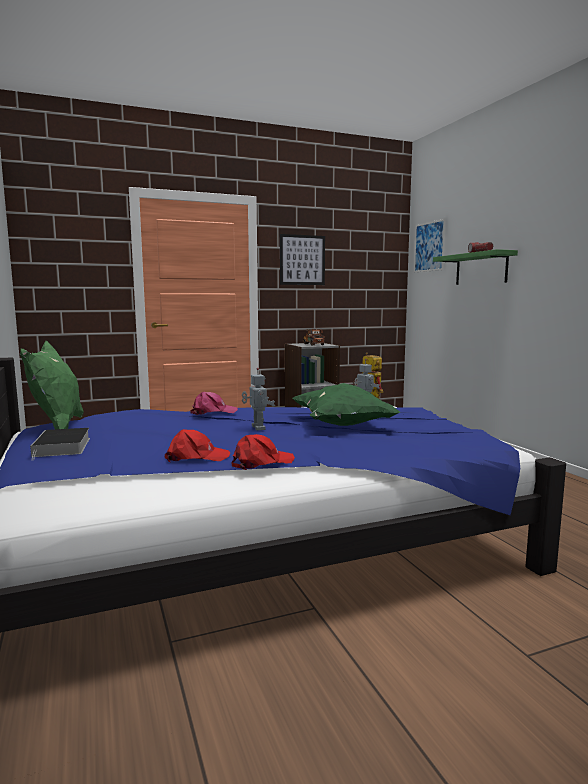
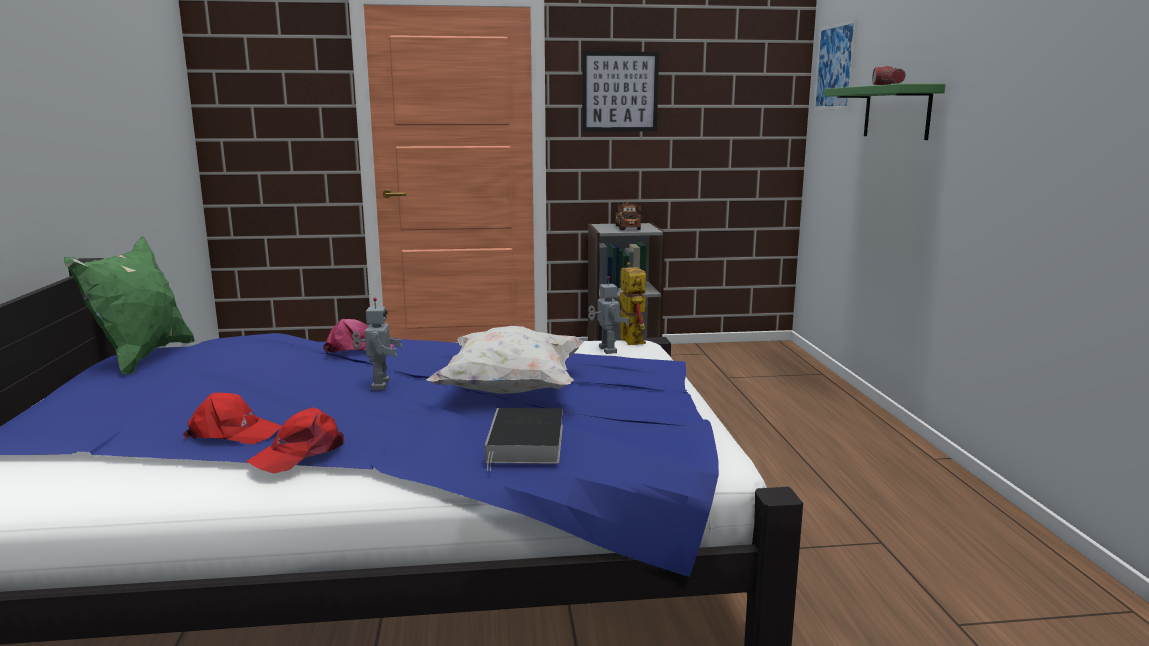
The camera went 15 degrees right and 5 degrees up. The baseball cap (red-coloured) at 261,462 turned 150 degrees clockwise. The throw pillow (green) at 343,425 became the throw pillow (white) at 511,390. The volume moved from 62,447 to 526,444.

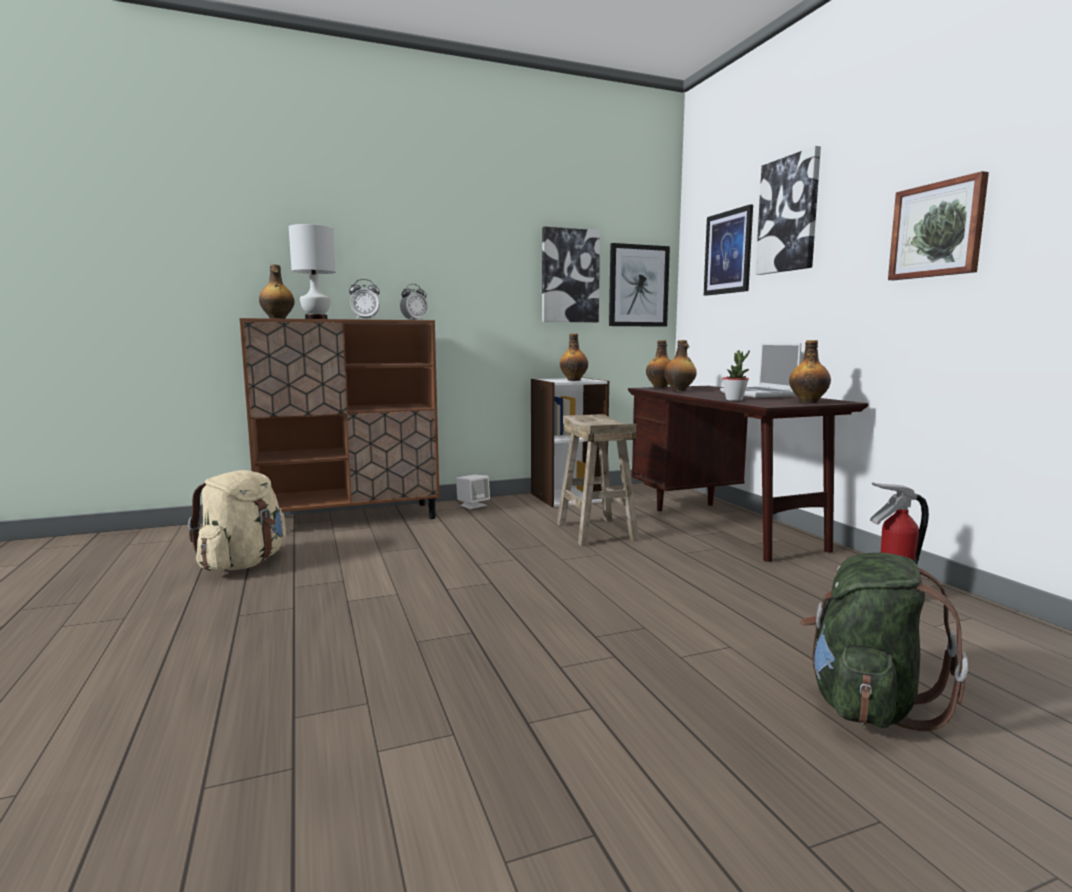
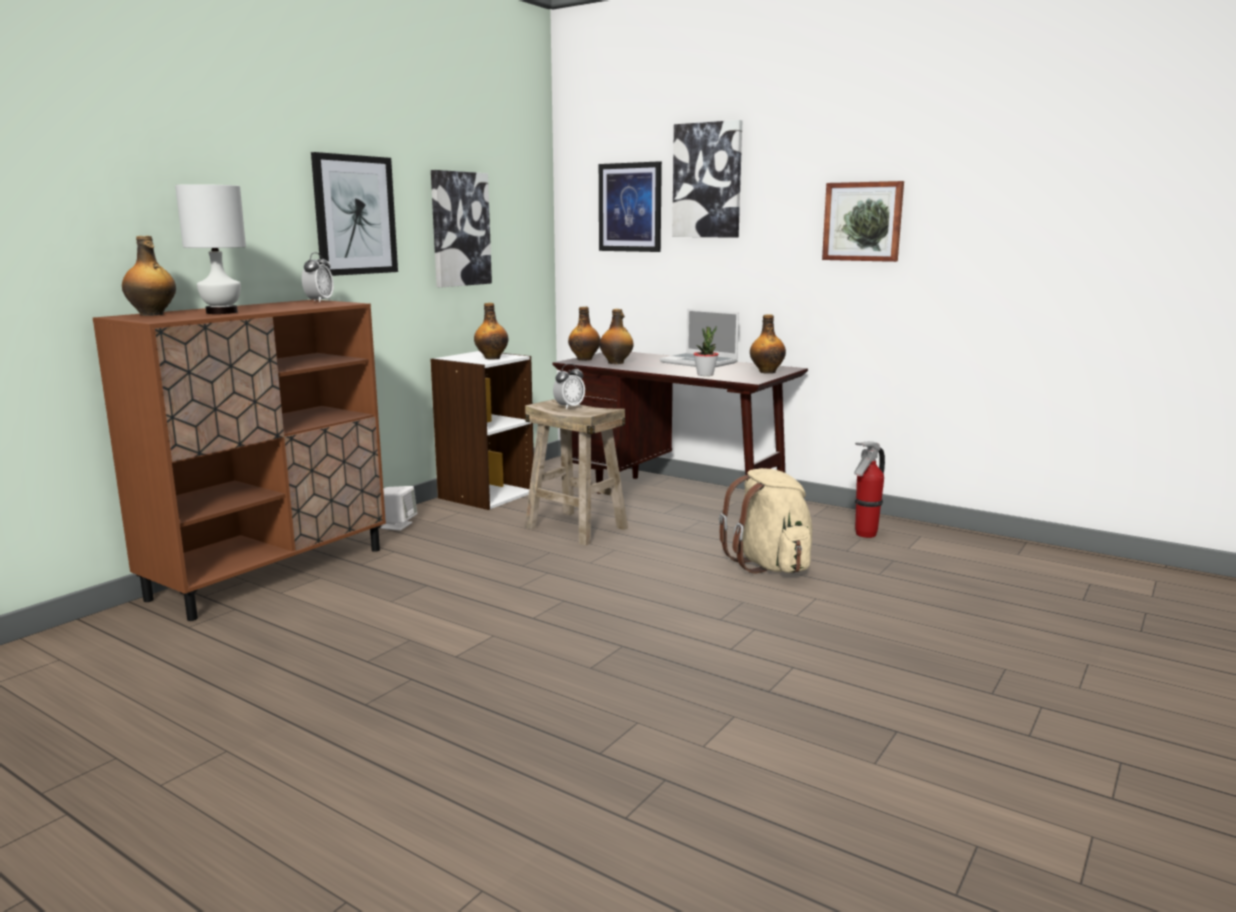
The camera went 35 degrees left and 5 degrees up. The picture moved from 638,286 to 355,215. The alarm clock moved from 365,319 to 569,407. The backpack (beige-coloured) moved from 243,564 to 770,565. The backpack (green) at 866,704 disappeared.

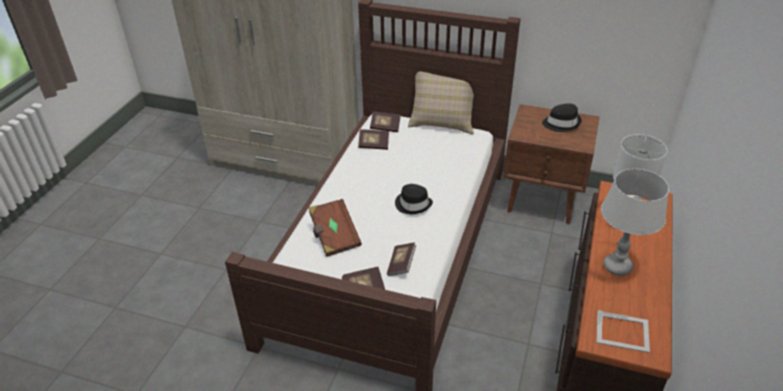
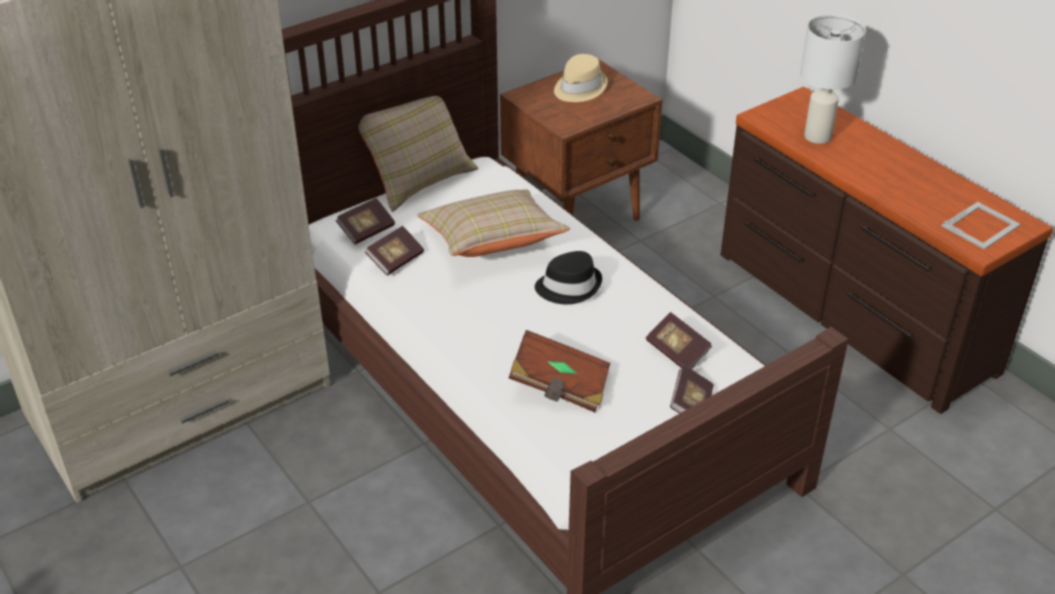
The camera went 55 degrees left and 0 degrees up. The throw pillow (beige-coloured) at 492,242 appeared. The clothing hat (blackish) at 561,123 became the clothing hat (beige-coloured) at 579,88. The table lamp (grey) at 617,266 disappeared.

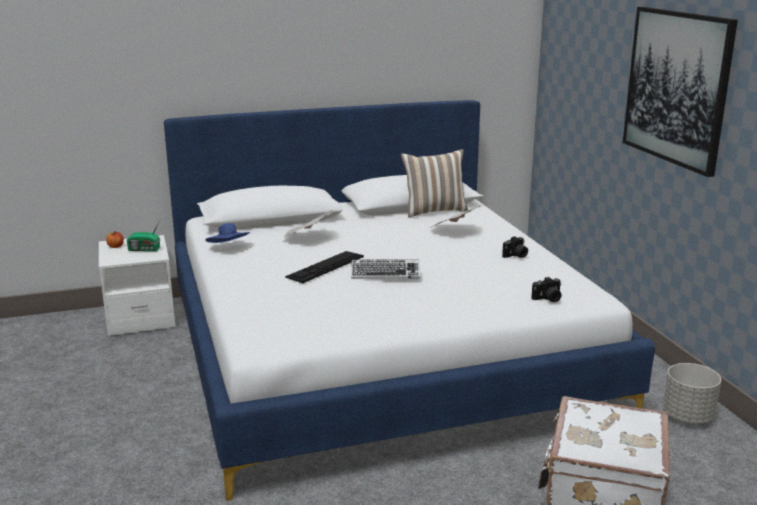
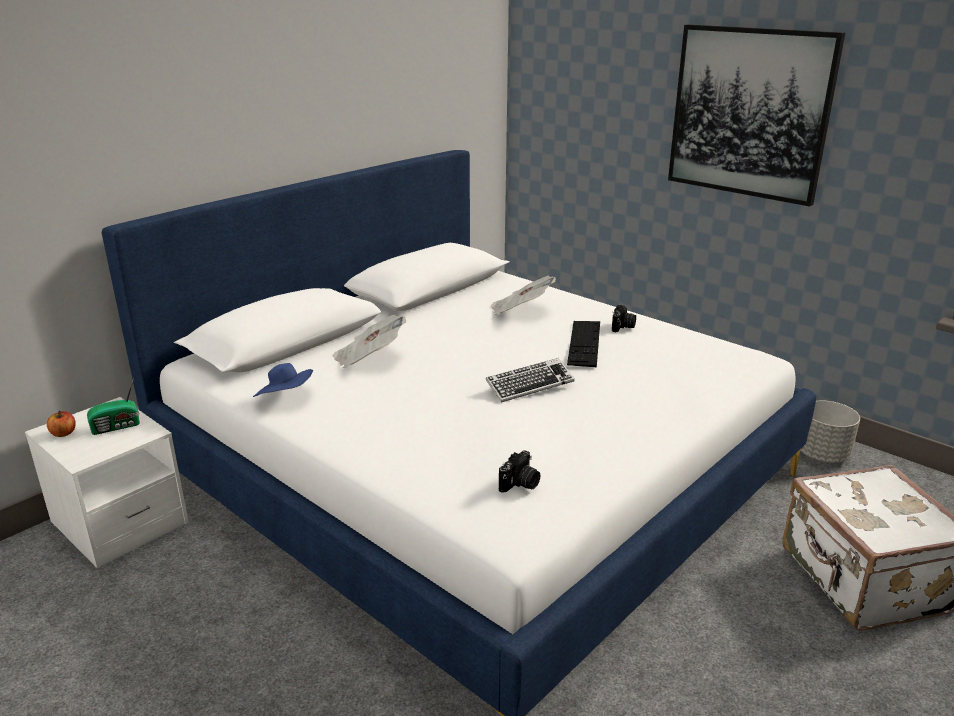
The camera went 30 degrees left and 5 degrees up. The photo camera moved from 548,299 to 520,484. The PC keyboard moved from 325,266 to 584,343. The throw pillow at 434,211 disappeared.

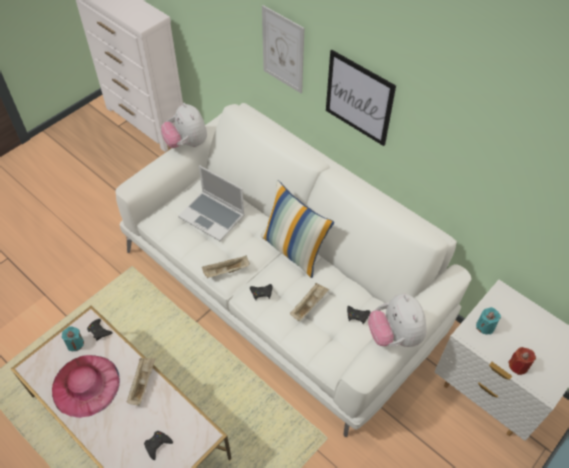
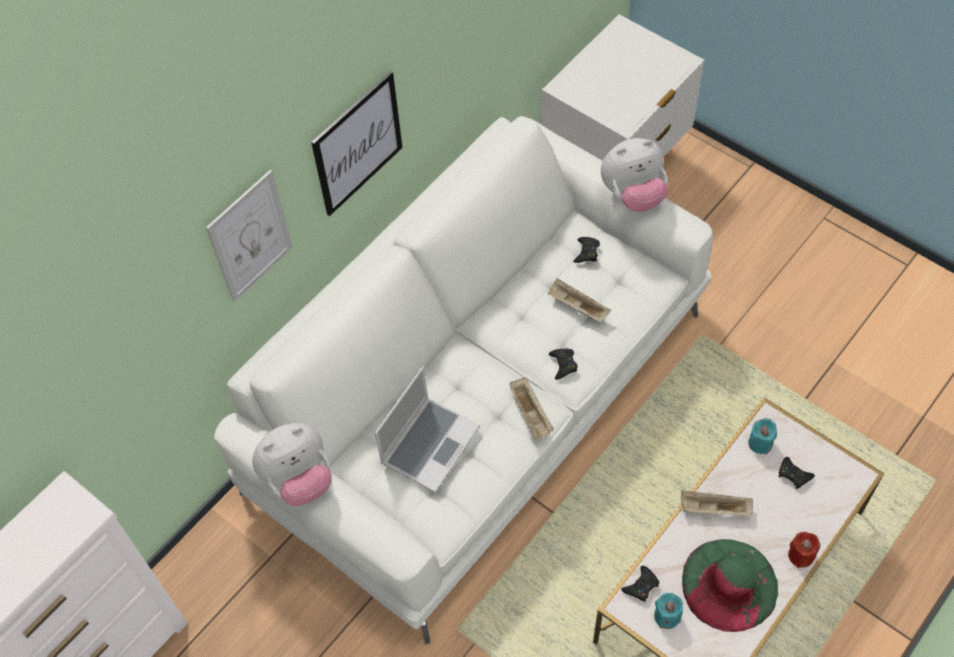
The camera went 90 degrees left and 5 degrees up. The clothing hat (pink) at 85,385 became the clothing hat (green) at 729,584. The wax candle (turquoise) moved from 485,326 to 760,443. The wax candle (red-coloured) moved from 518,366 to 801,555. The throw pillow at 294,250 disappeared.

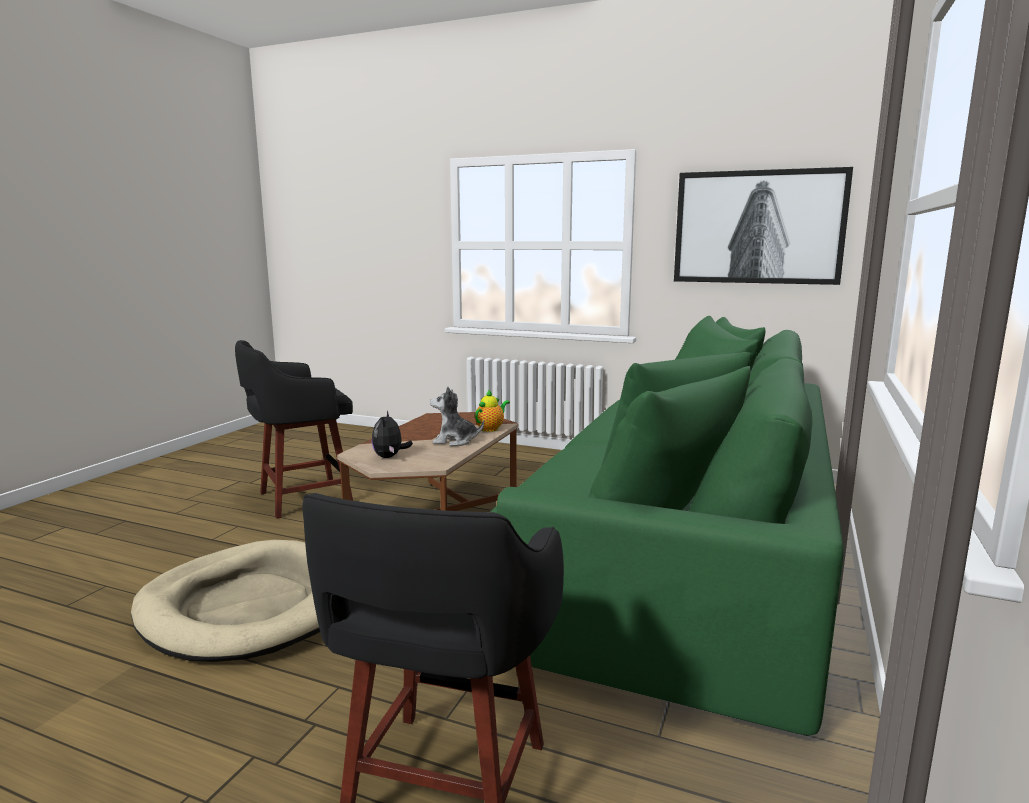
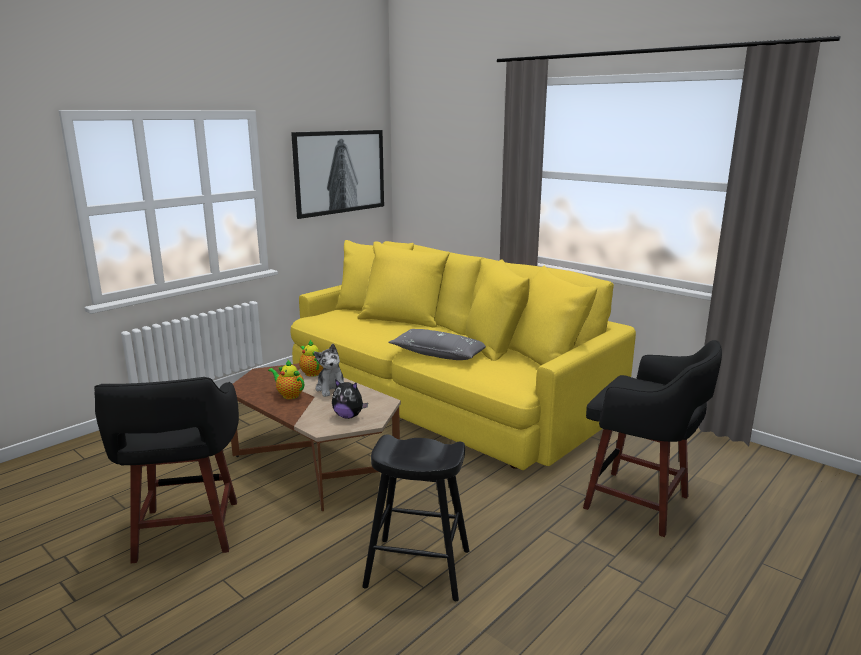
The camera went 70 degrees left and 5 degrees up. The teapot at 289,395 appeared. The settee (green) at 678,552 became the settee (yellow-coloured) at 446,394. The soft toy at 455,441 turned 45 degrees counterclockwise. The dog cushion (beige-coloured) at 249,607 was replaced by the stool seat (blackish) at 418,568. The throw pillow (grey) at 438,353 appeared.

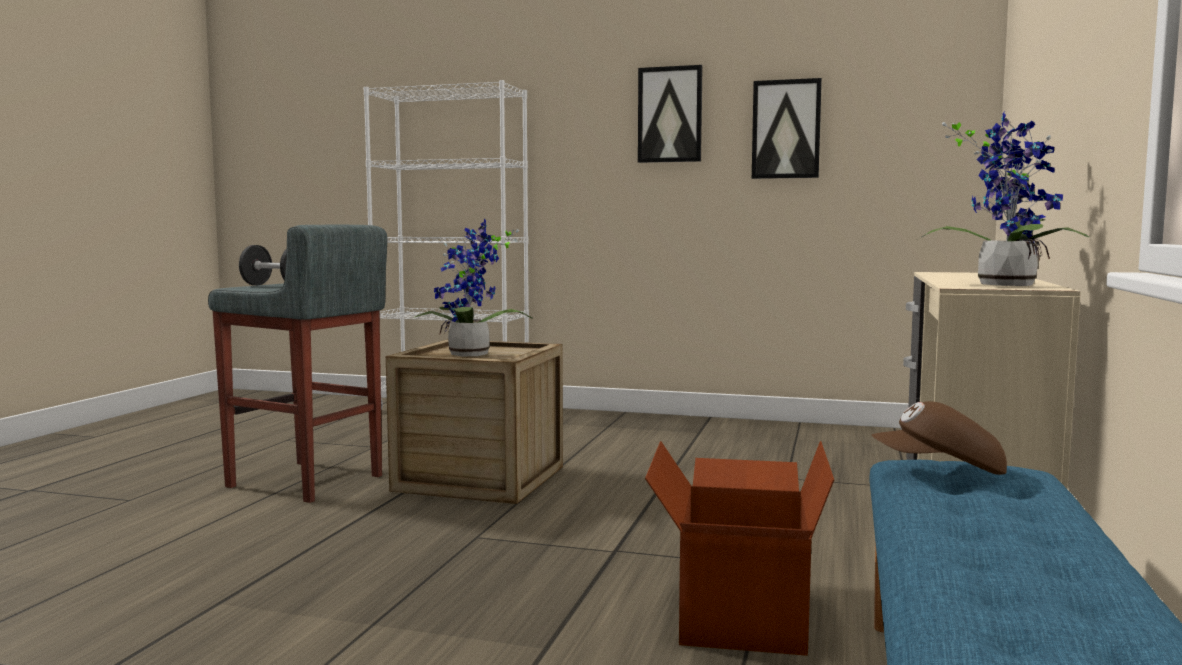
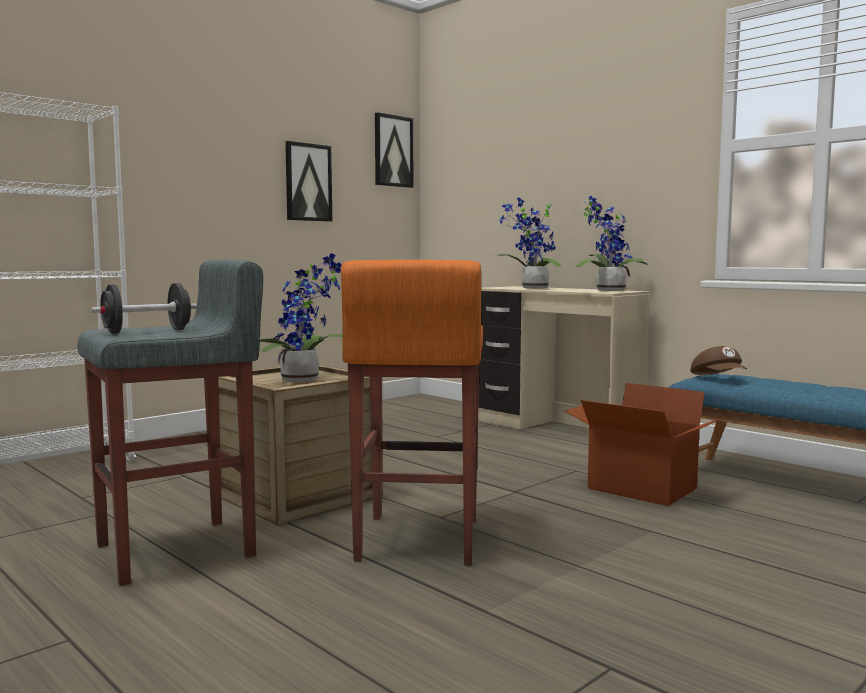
The camera went 60 degrees left and 0 degrees up. The stool seat (orange-coloured) at 416,540 appeared. The picture moved from 670,115 to 393,151. The houseplant at 532,288 appeared. The baseball cap (brownish) at 940,471 turned 45 degrees counterclockwise.

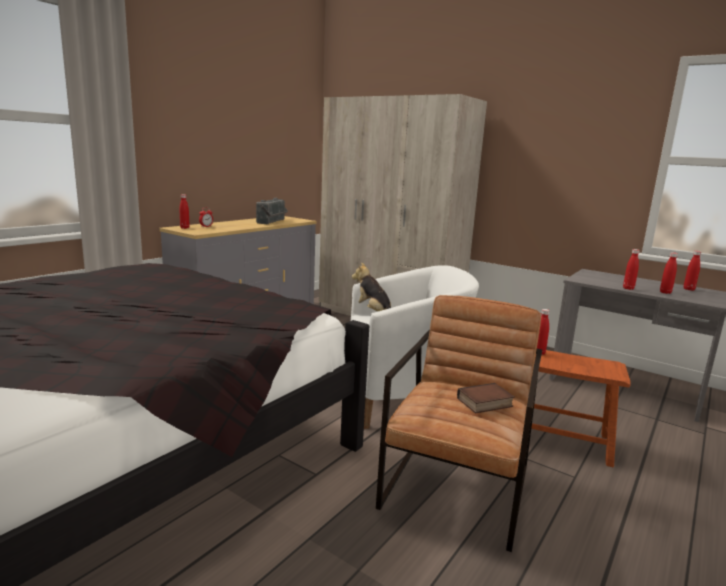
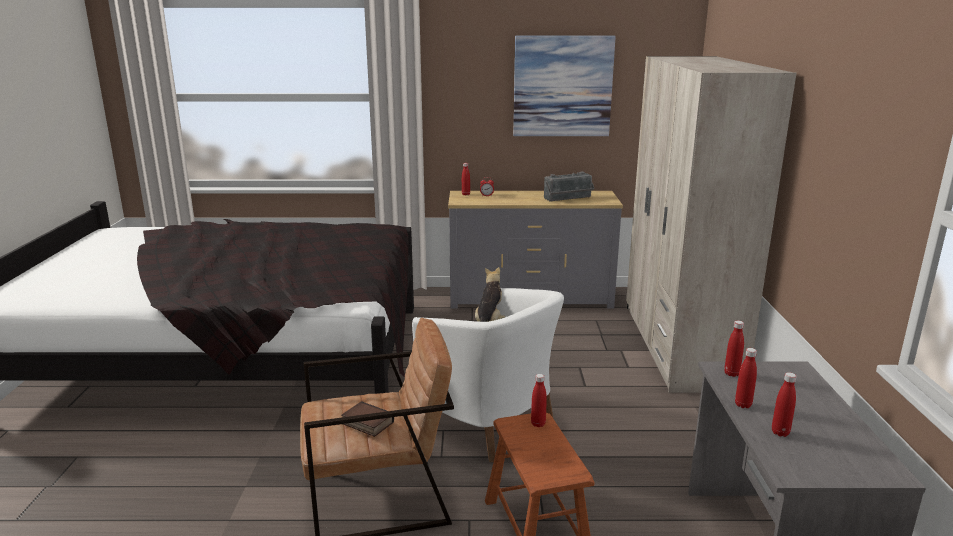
The camera went 55 degrees right and 5 degrees up. The picture at 562,86 appeared. The beverage bottle (red-coloured) moved from 688,289 to 731,373.

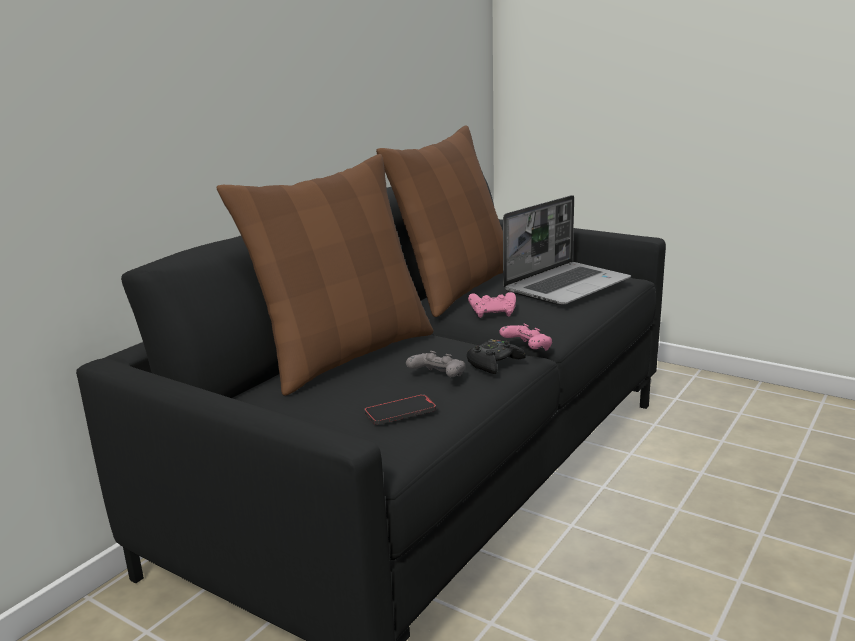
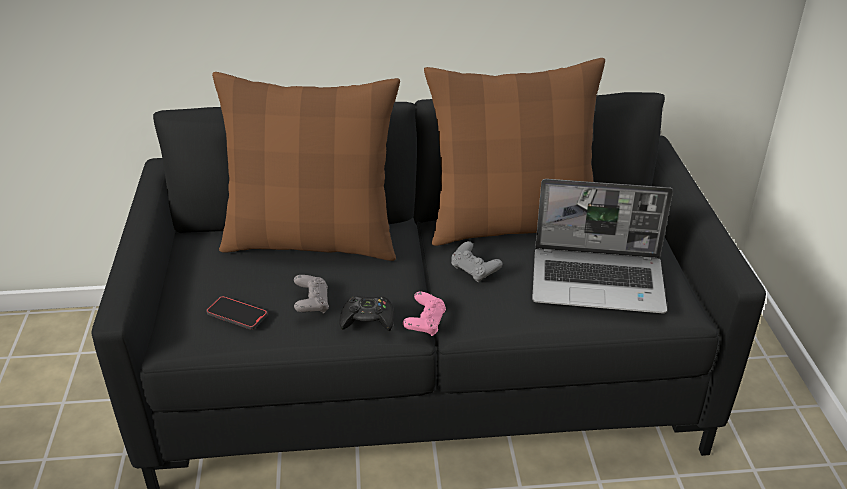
The camera went 50 degrees right and 15 degrees up. The joypad (pink) at 493,313 became the joypad (grey) at 474,271.

